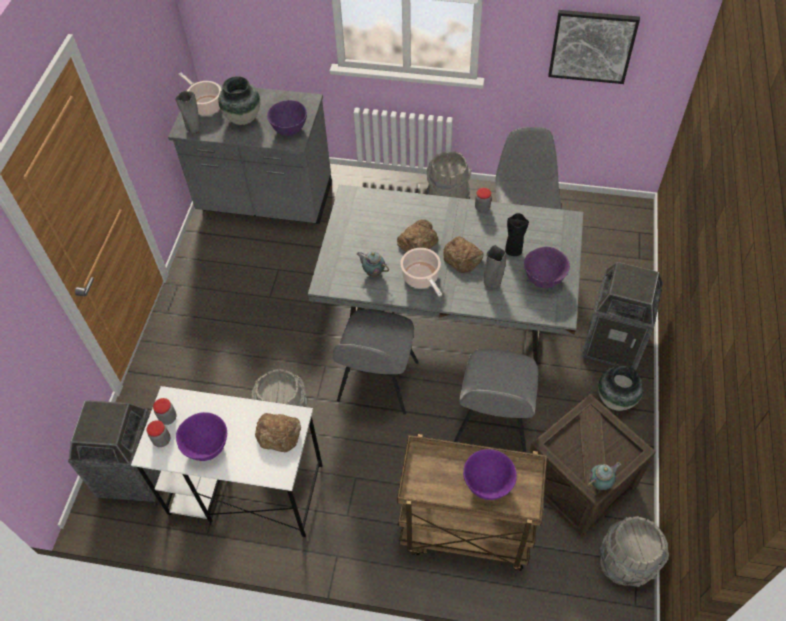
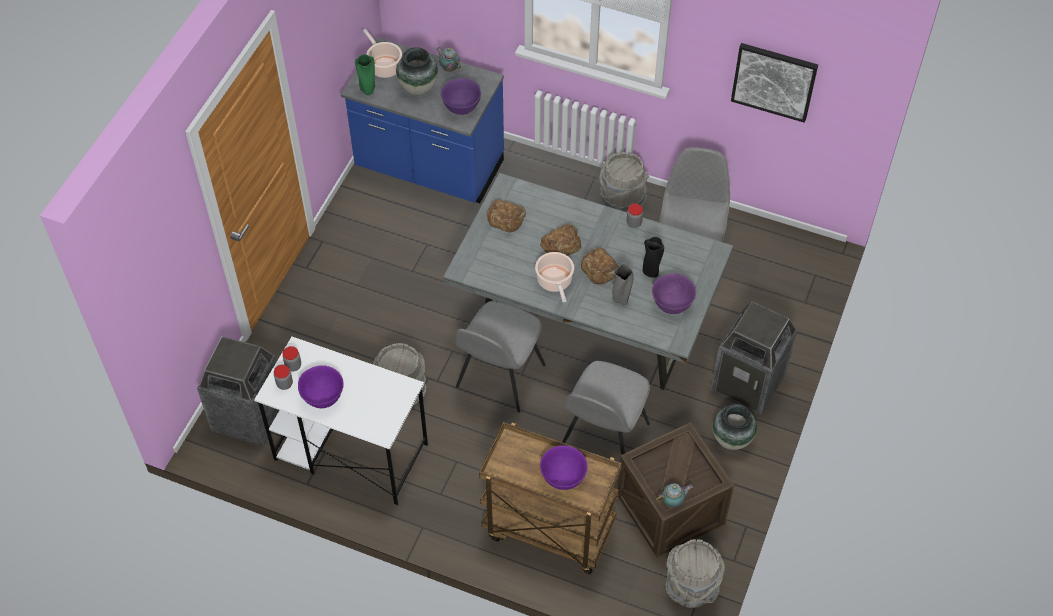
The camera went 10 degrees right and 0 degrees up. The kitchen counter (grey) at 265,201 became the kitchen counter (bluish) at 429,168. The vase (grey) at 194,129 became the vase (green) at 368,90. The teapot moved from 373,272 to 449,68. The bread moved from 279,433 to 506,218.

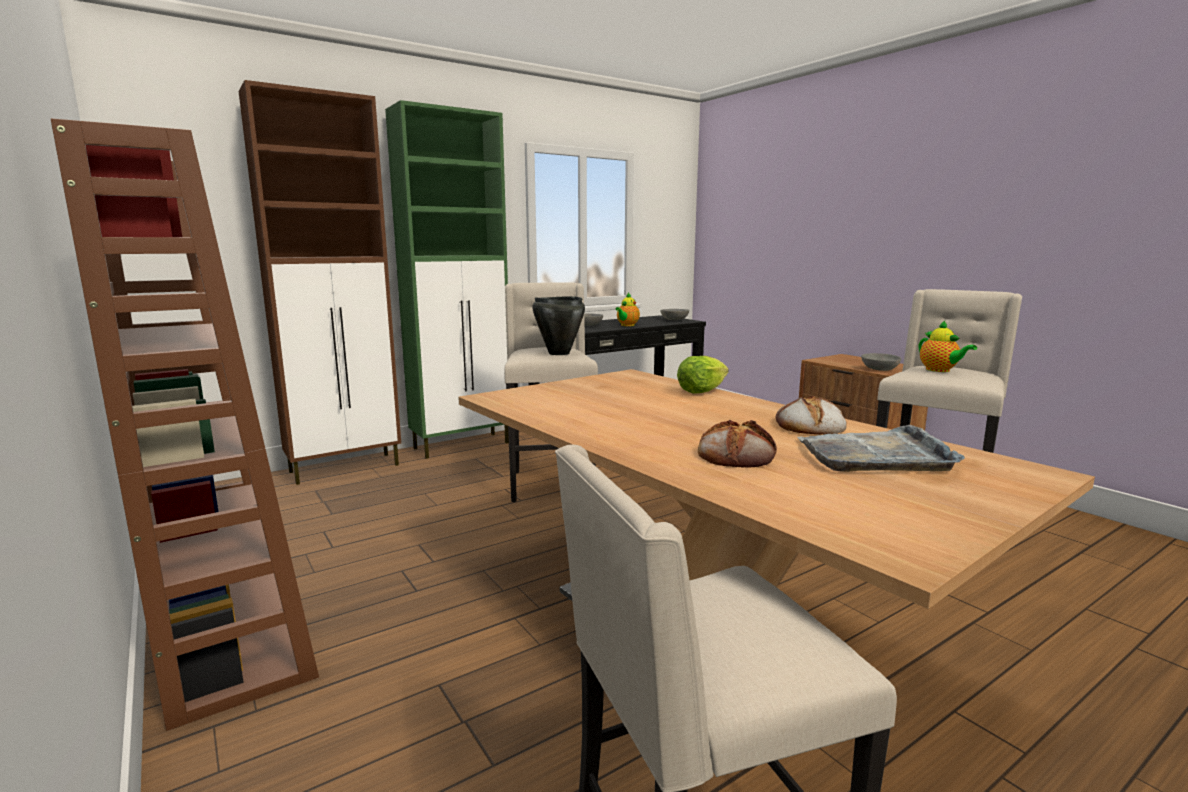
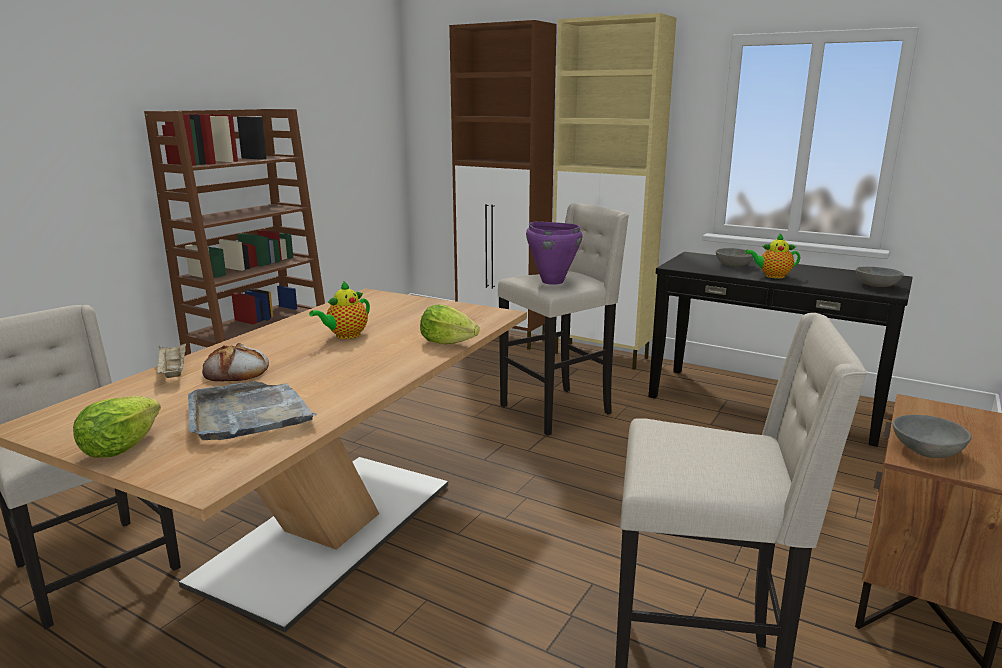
The camera went 65 degrees right and 5 degrees up. The lettuce at 120,448 appeared. The carrying tray (beige-coloured) at 173,372 appeared. The teapot moved from 940,370 to 345,336. The saucepot (blackish) at 558,353 became the saucepot (purple-coloured) at 552,281. The storage cabinet (green) at 463,445 became the storage cabinet (beige-coloured) at 601,356. The bread at 809,426 disappeared.

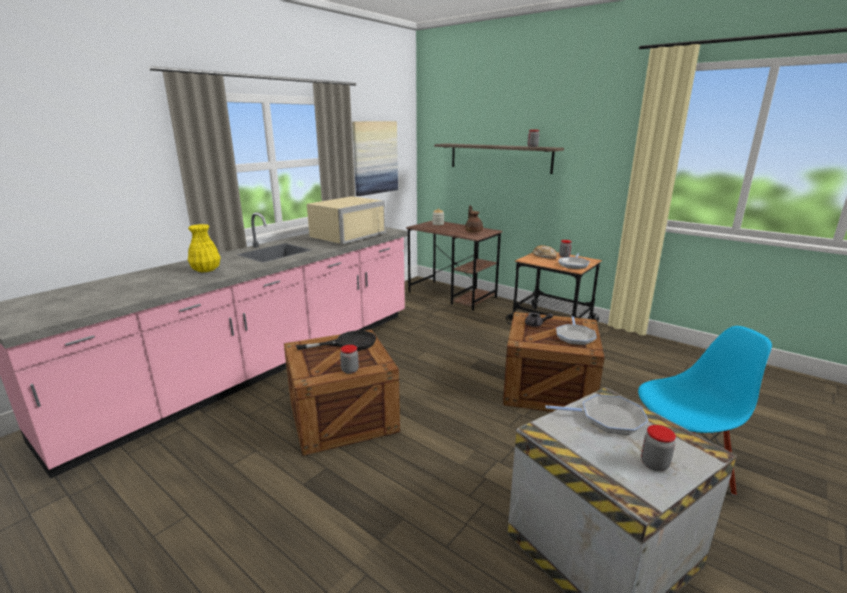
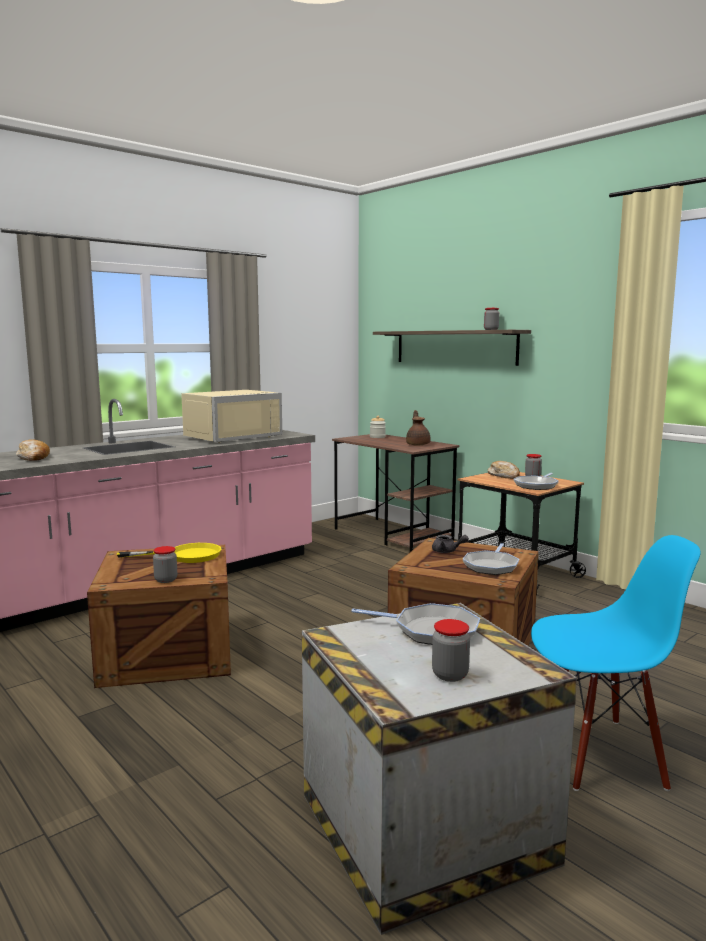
The camera went 10 degrees right and 10 degrees down. The vase (yellow-coloured) at 206,270 was replaced by the bread at 33,458. The skillet (blackish) at 348,343 became the skillet (yellow-coloured) at 184,555. The picture at 375,157 disappeared.

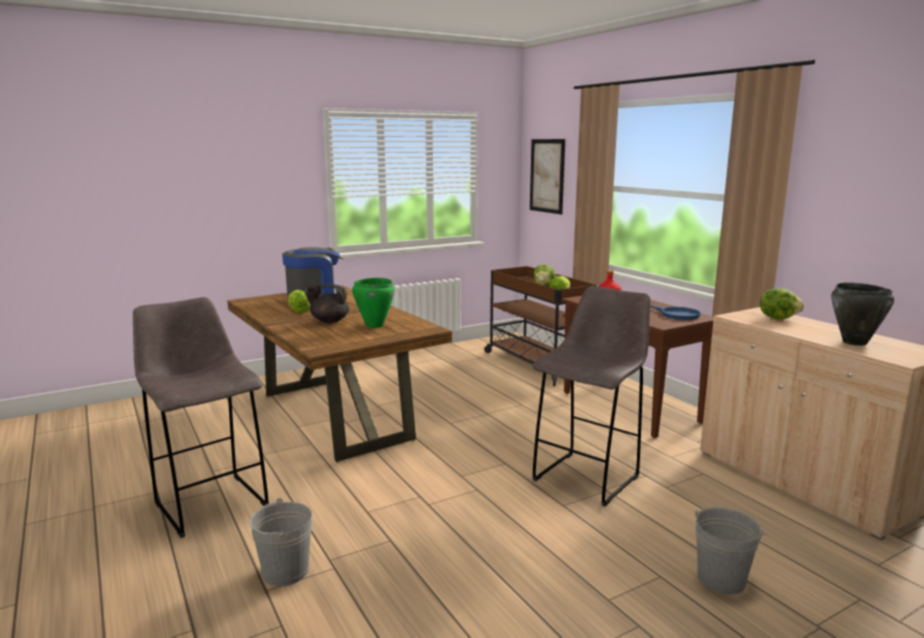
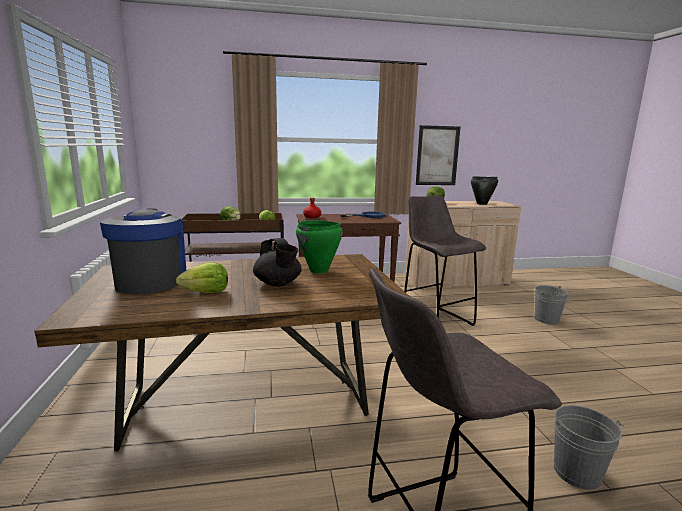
The camera went 70 degrees left and 0 degrees up. The teapot (blackish) at 329,321 turned 45 degrees counterclockwise. The picture moved from 547,176 to 437,156.

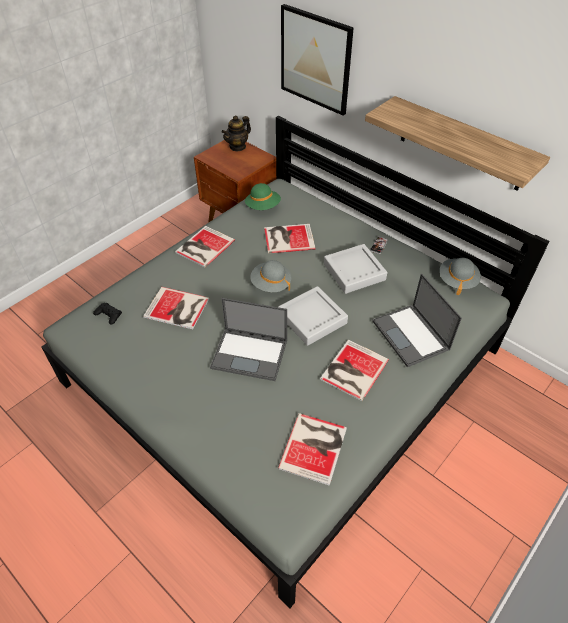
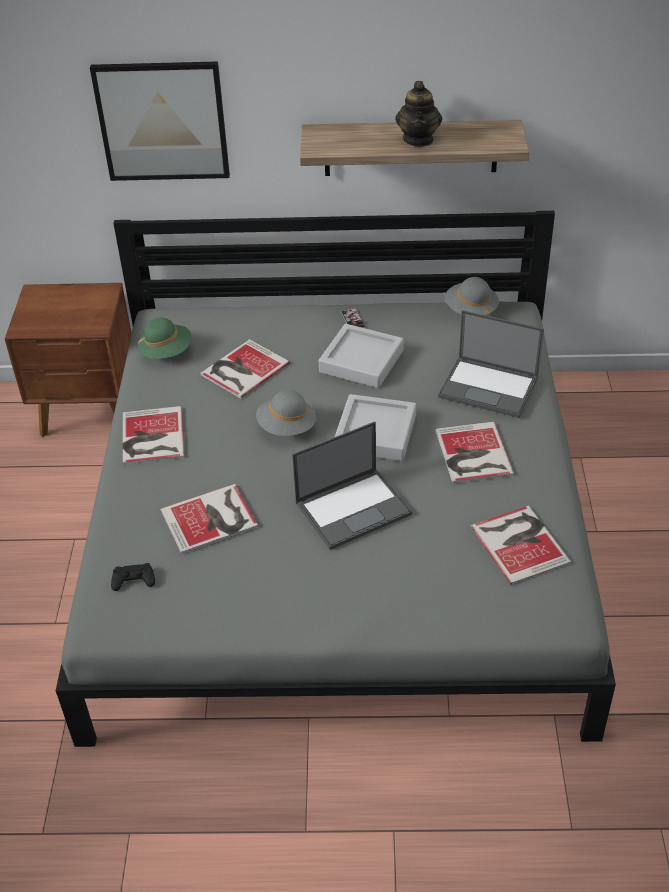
The camera went 40 degrees left and 5 degrees down. The teapot moved from 237,146 to 418,139.

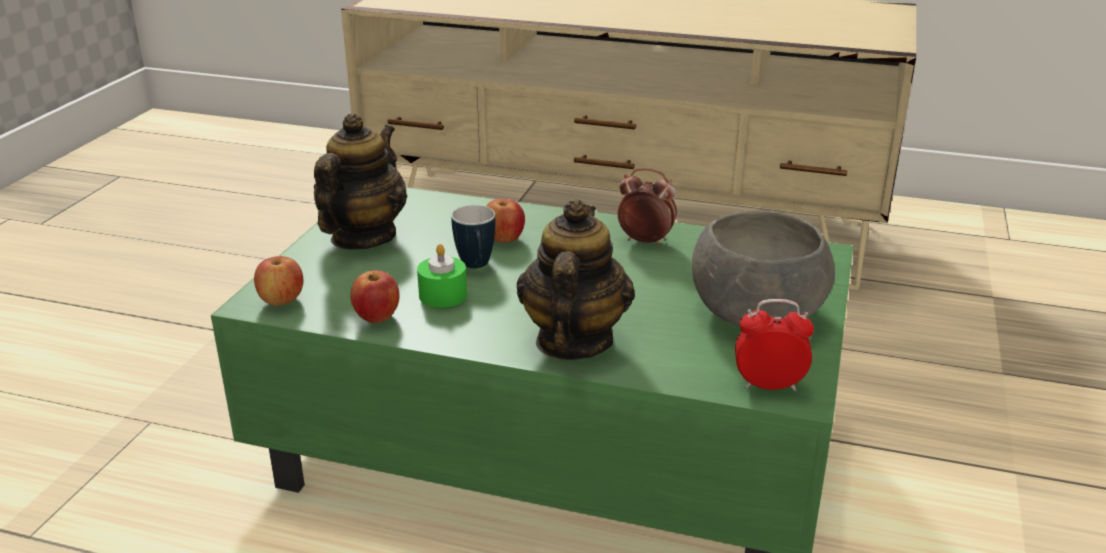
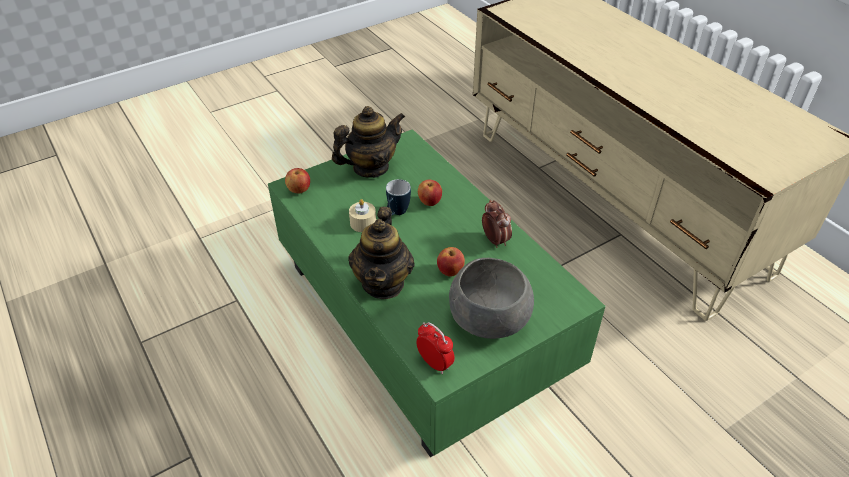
The camera went 40 degrees right and 15 degrees up. The teapot at 573,341 turned 135 degrees clockwise. The wax candle (green) at 443,295 became the wax candle (beige-coloured) at 363,223. The apple moved from 377,317 to 450,271.

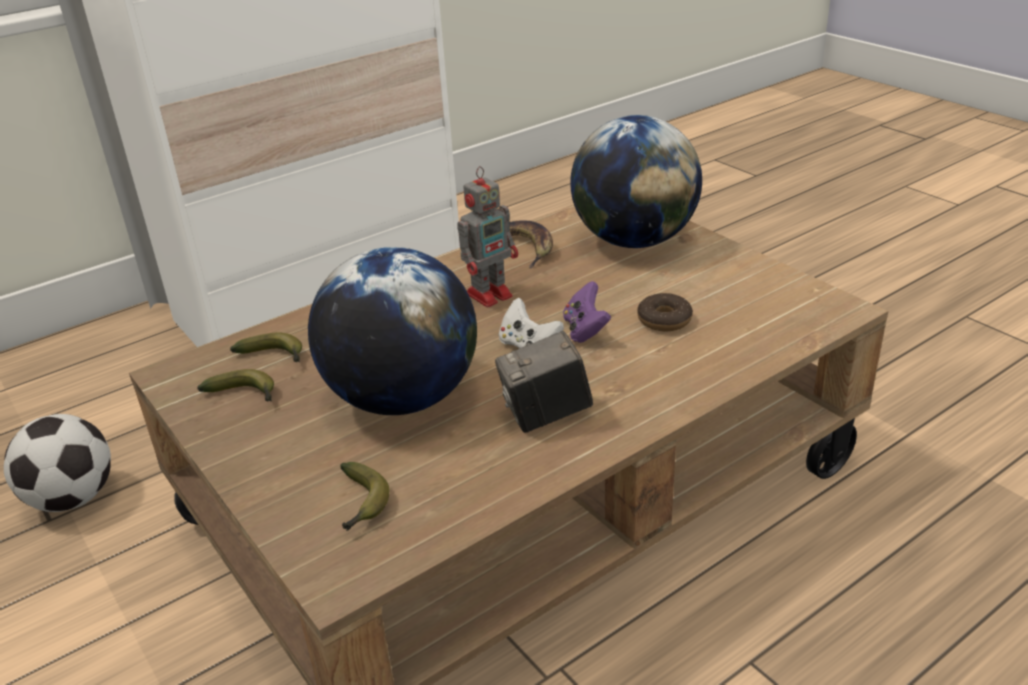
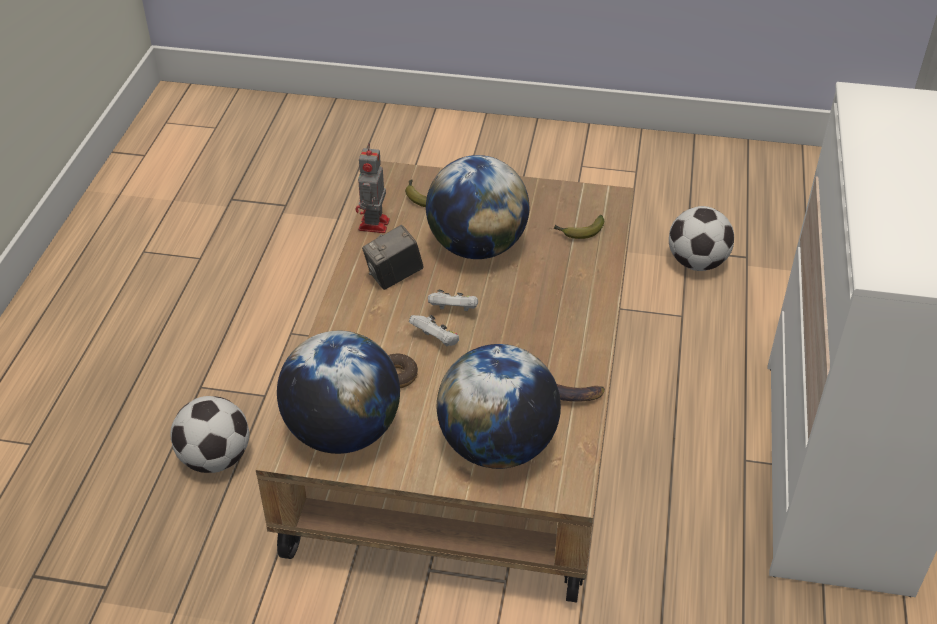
The camera went 135 degrees right and 10 degrees up. The football ball at 215,459 appeared. The globe at 343,432 appeared. The toy robot moved from 491,294 to 373,225. The photo camera at 545,415 turned 150 degrees counterclockwise. The joypad (purple-coloured) at 585,330 became the joypad (white) at 436,341. The whole banana at 245,395 disappeared.

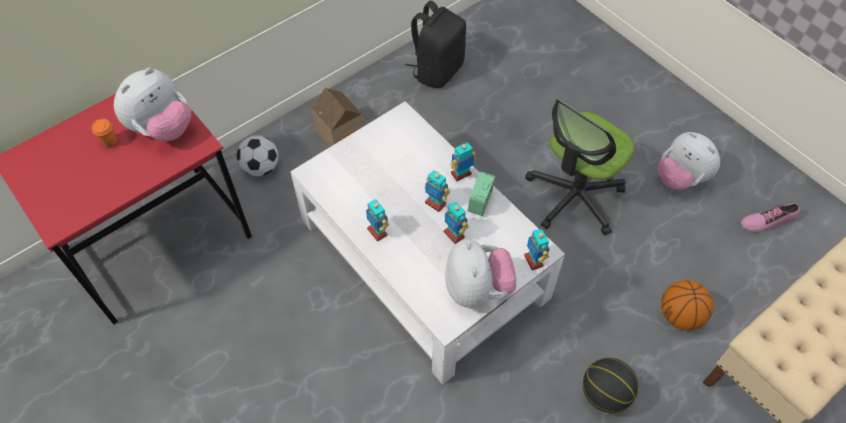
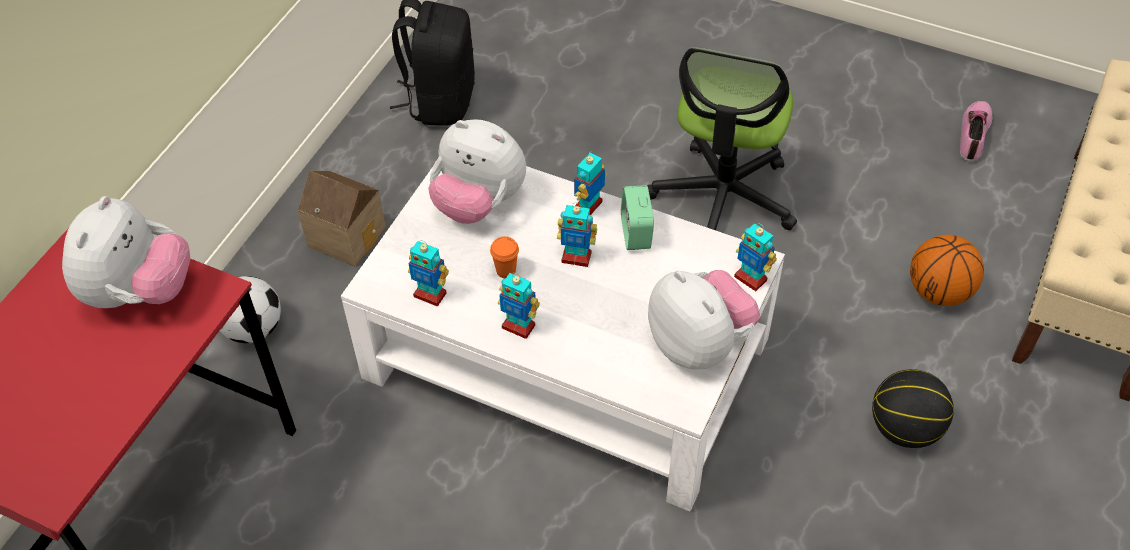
The camera went 25 degrees left and 5 degrees down. The toy robot moved from 454,234 to 430,294. The soft toy moved from 680,178 to 479,203. The drinking cup (orange-coloured) moved from 110,142 to 506,271. The low shoe at 767,220 turned 150 degrees clockwise.

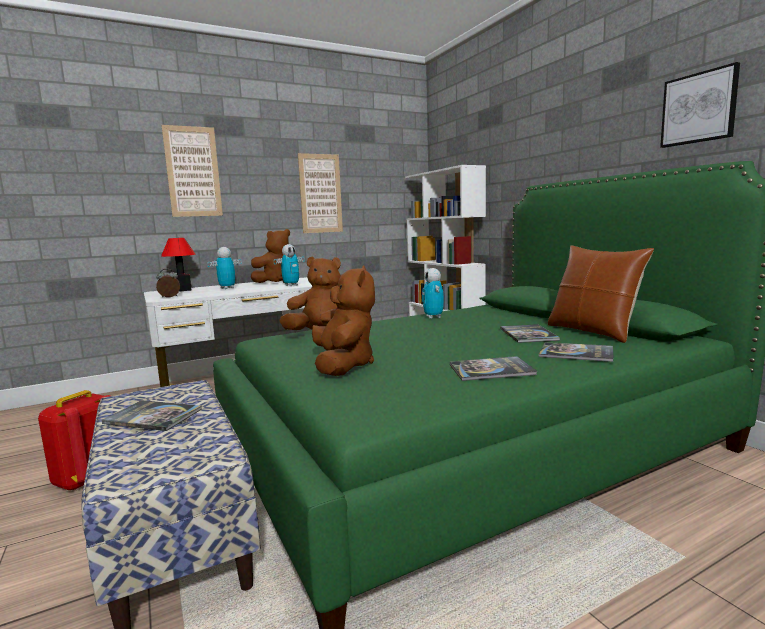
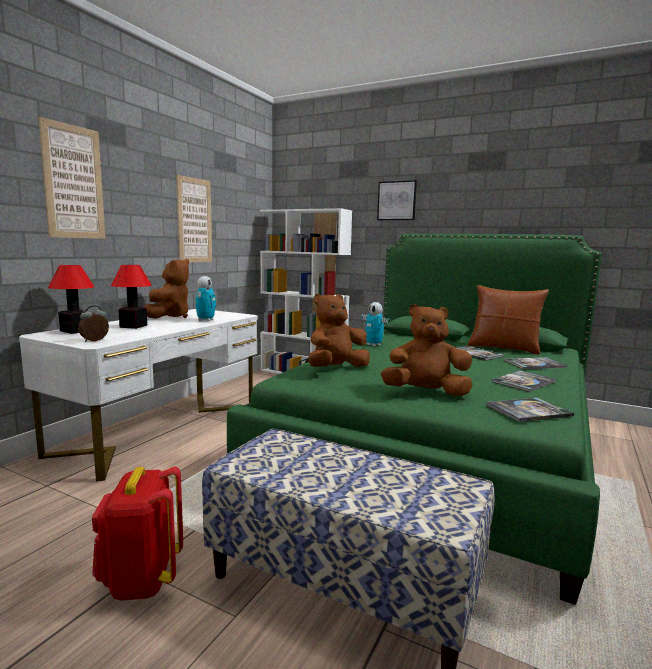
The camera went 35 degrees left and 0 degrees up. The toy robot at 227,288 was replaced by the table lamp at 134,326. The picture moved from 699,108 to 397,201. The soft toy (brownish) at 343,365 turned 45 degrees counterclockwise. The volume moved from 153,416 to 528,411.

